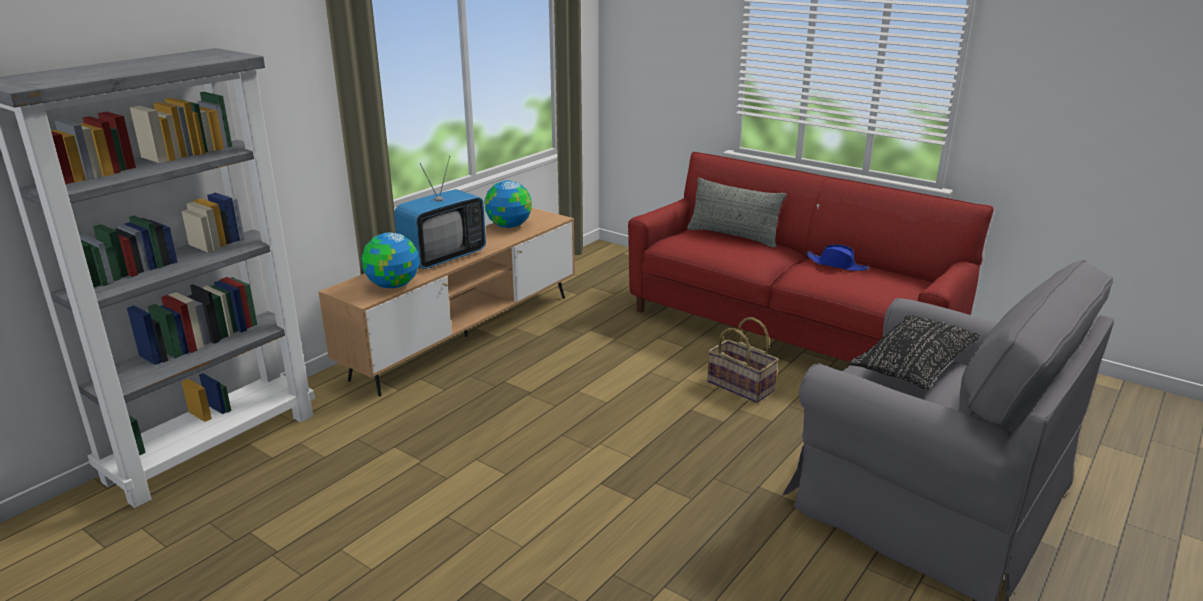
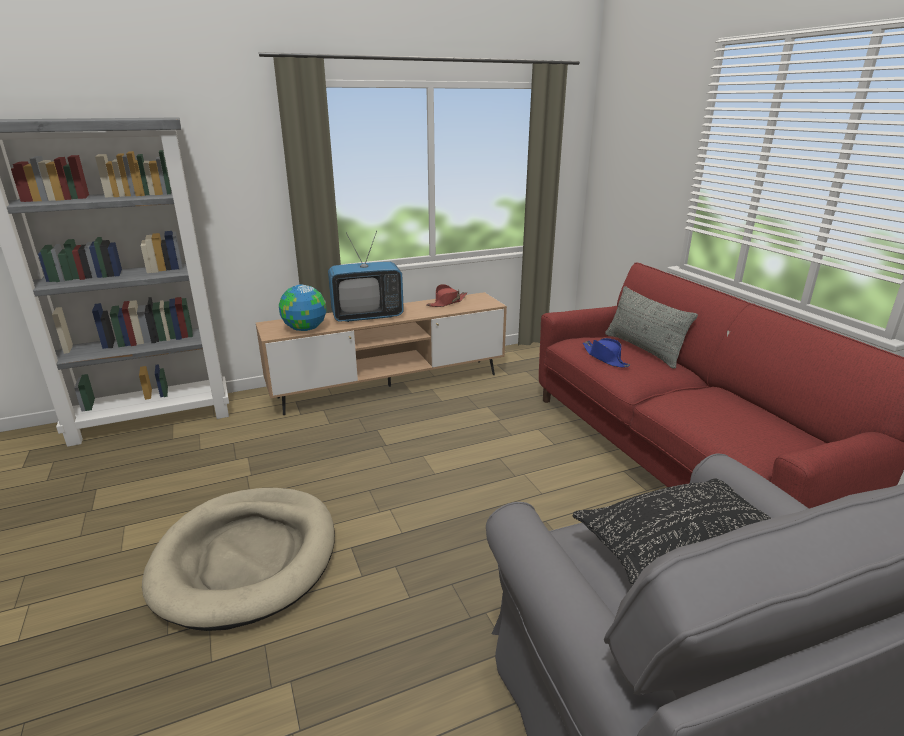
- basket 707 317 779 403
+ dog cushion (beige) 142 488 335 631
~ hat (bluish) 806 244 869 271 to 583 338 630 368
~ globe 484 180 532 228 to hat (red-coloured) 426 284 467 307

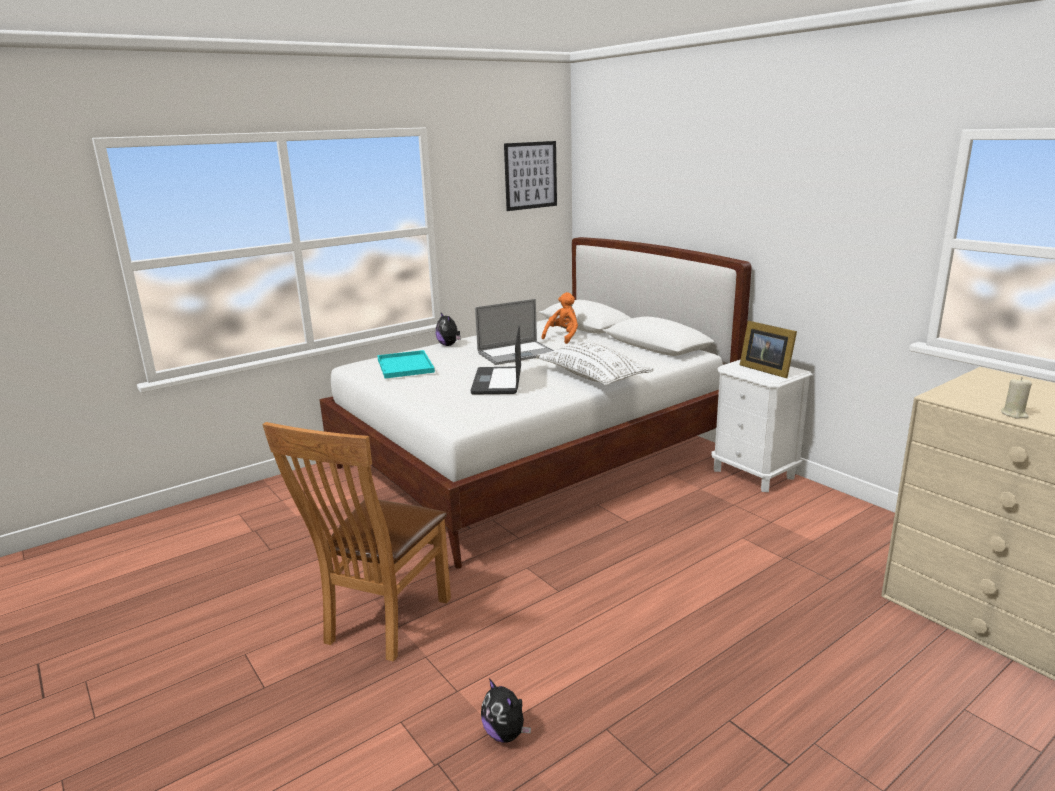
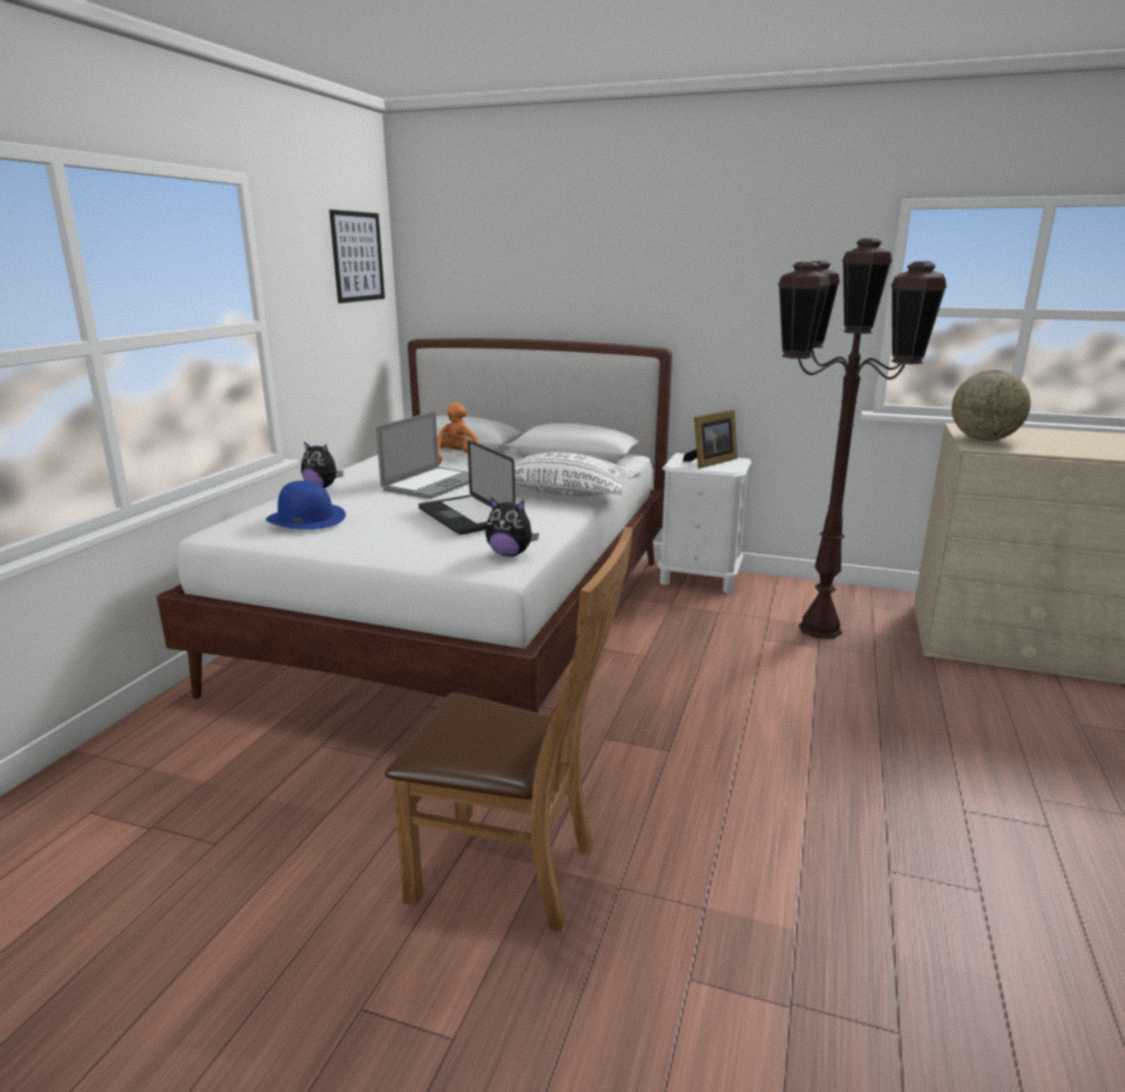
- wax light (beige) 1001 377 1032 418
+ floor lamp (brownish) 778 238 947 639
+ globe 952 370 1031 441
~ cuddly toy 481 678 531 743 to 485 498 539 556
~ serving tray (blue-green) 377 350 435 379 to hat (bluish) 266 481 346 530
~ upright chair (brownish) 262 422 451 662 = 385 527 633 932 60 degrees counterclockwise
~ standing frame 740 321 797 378 = 683 409 738 469 60 degrees counterclockwise

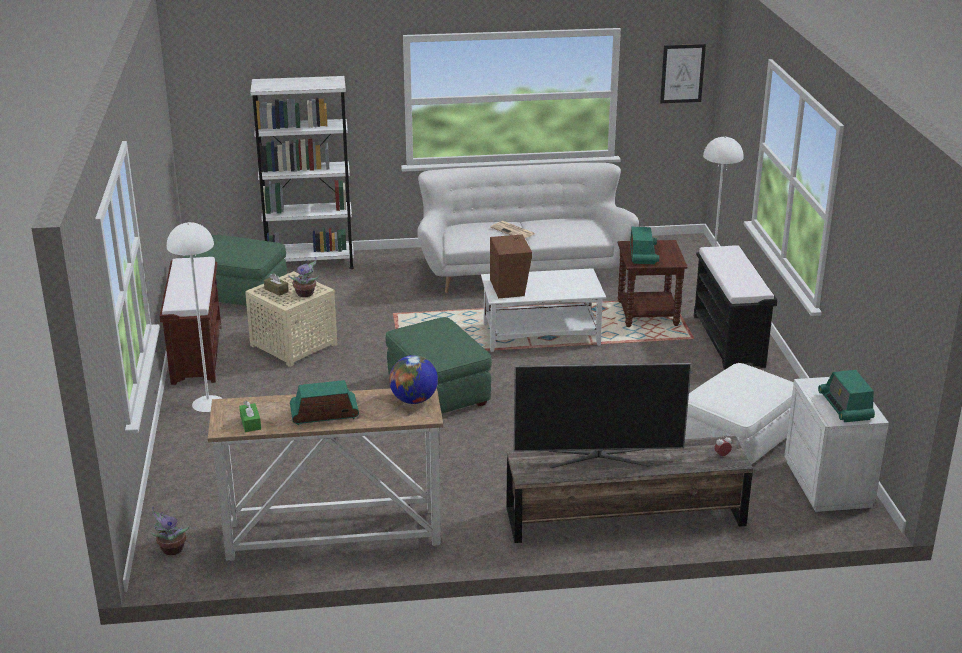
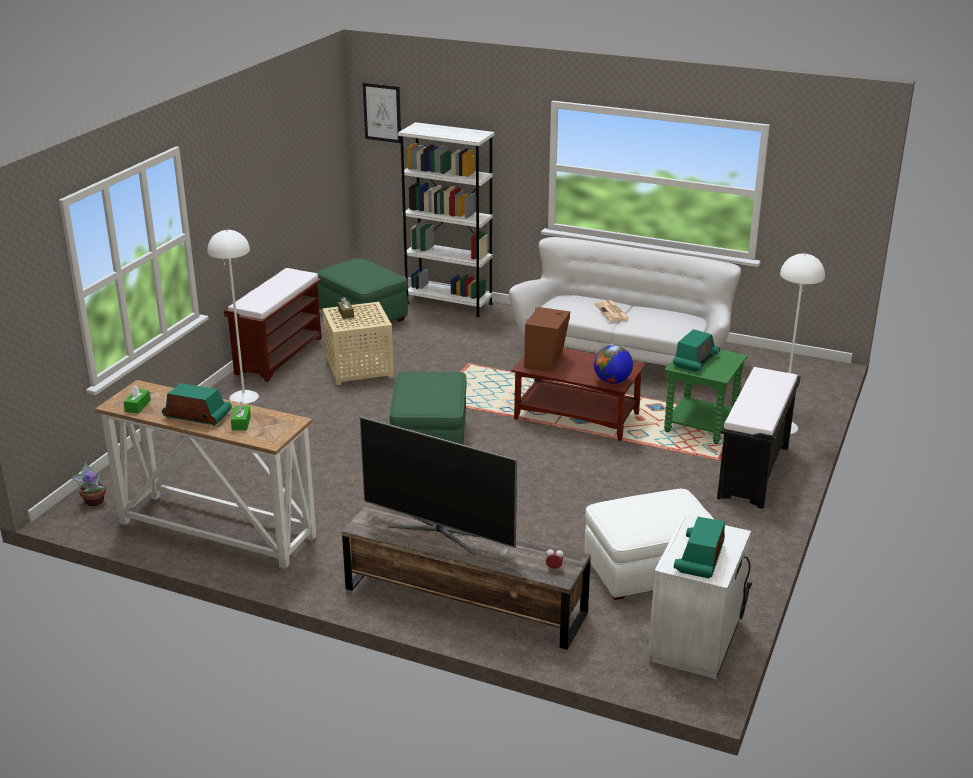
- houseplant 288 257 319 297
+ tissue holder (green-coloured) 231 401 251 430
~ globe 389 355 438 404 to 594 345 633 384
~ wall picture 660 44 706 103 to 363 83 401 143
~ coffee table (white-coloured) 481 268 606 352 to coffee table (brownish) 511 348 646 441
~ end table (brownish) 618 240 688 327 to end table (green-coloured) 664 349 747 444

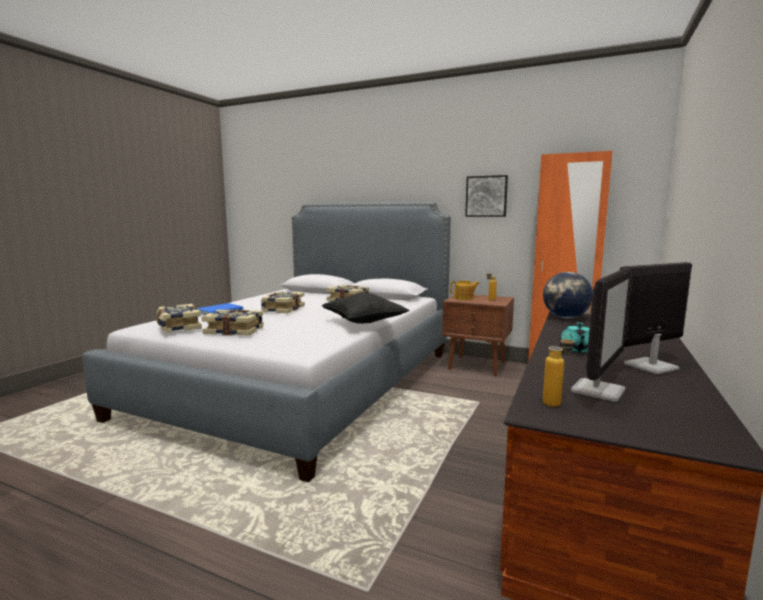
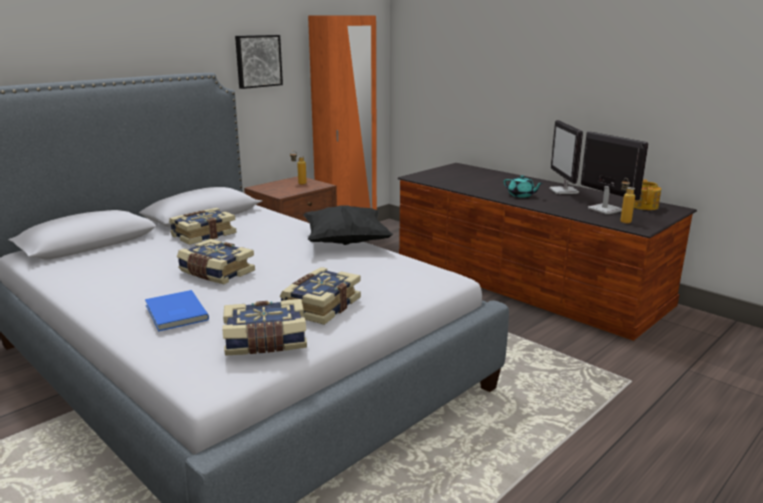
- globe 543 272 593 318
~ tea pot 450 281 480 300 to 634 179 661 210

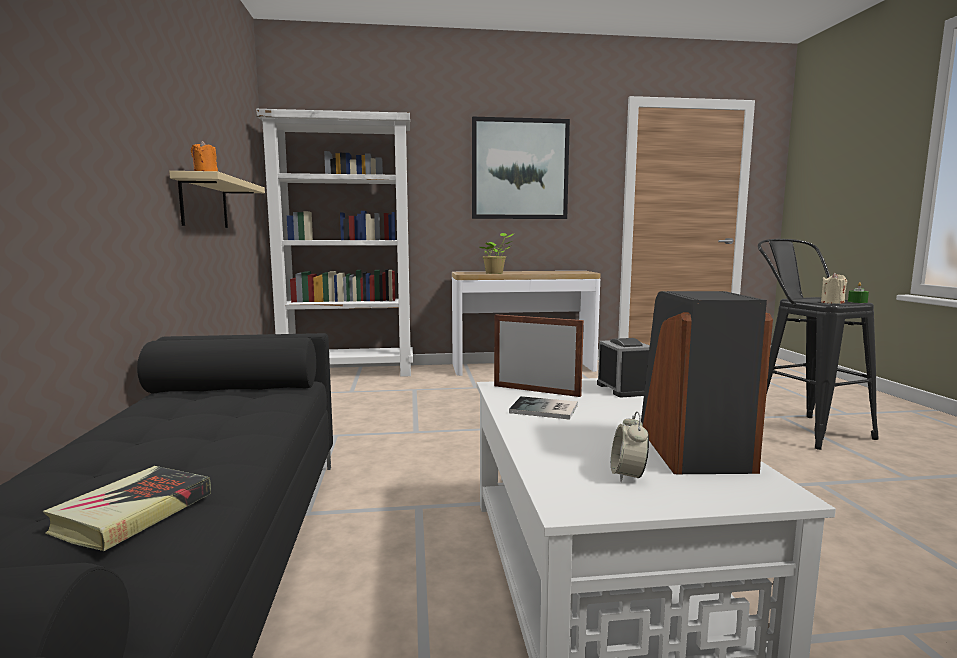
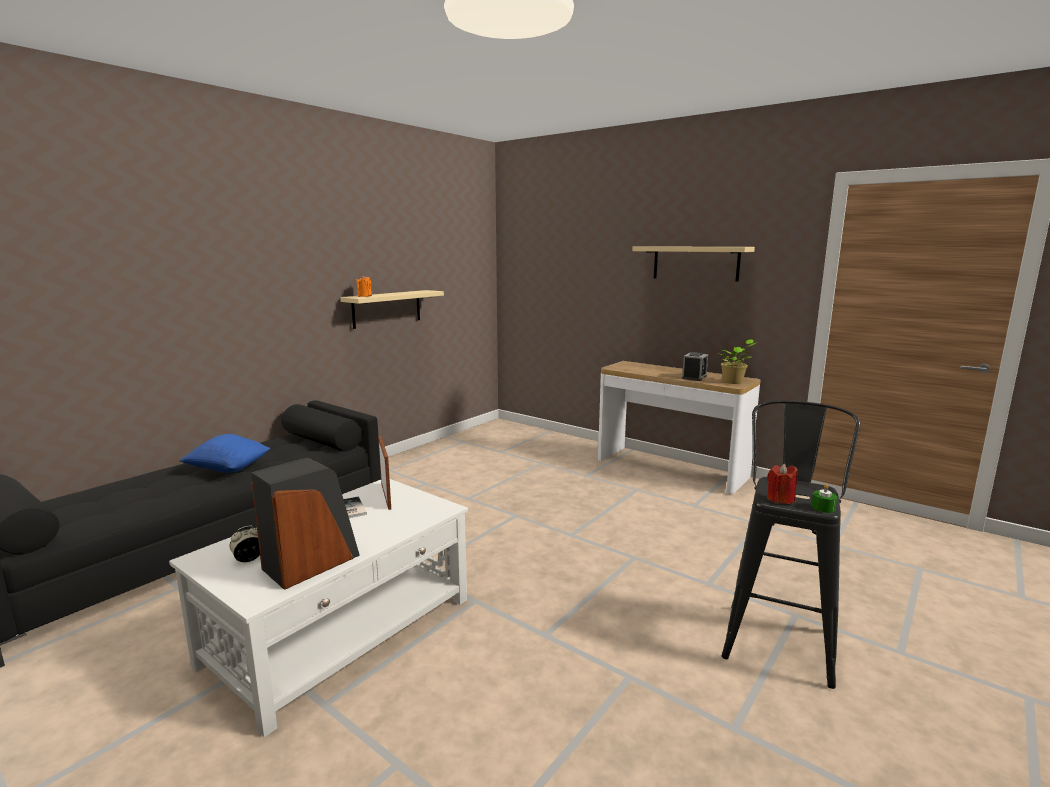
- book 43 466 211 551
- shelving unit (white-coloured) 256 109 413 377
+ pillow (bluish) 179 434 270 473
~ houseplant 479 233 515 274 to 717 339 756 384
~ bedside clock 597 338 650 397 to 682 352 708 381
~ wall picture 472 117 570 219 to wall shelf (beige) 632 246 755 282
~ wax light (beige) 821 273 847 304 to wax light (red-coloured) 767 463 798 504

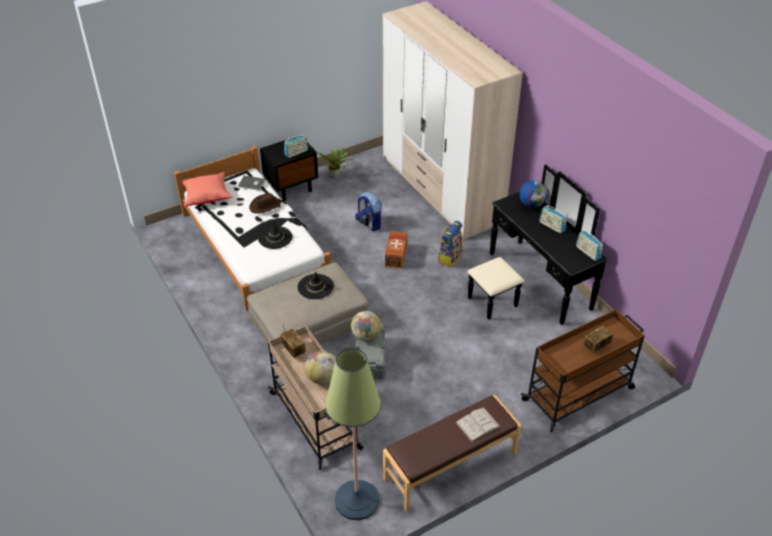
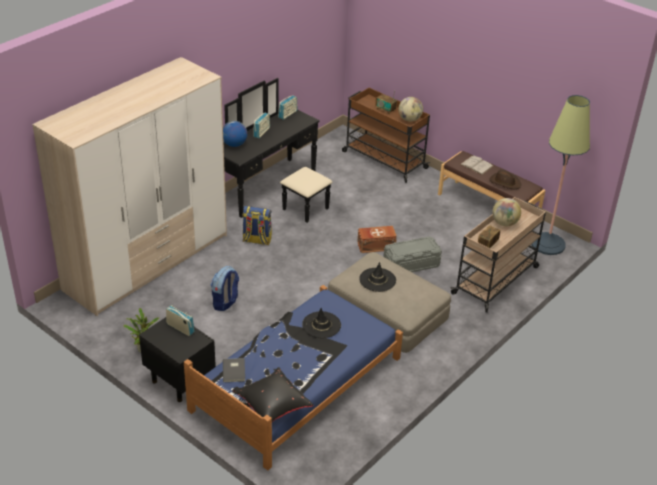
~ hat (brownish) 249 193 281 214 to 490 170 521 189
~ globe 351 311 381 341 to 399 97 423 122
~ storage container (brownish) 385 231 407 269 to 358 226 397 253
~ bedroom bed (white-coloured) 174 146 331 311 to bedroom bed (bluish) 184 285 403 470
~ pillow (red-coloured) 181 172 233 206 to pillow (blackish) 233 367 313 422

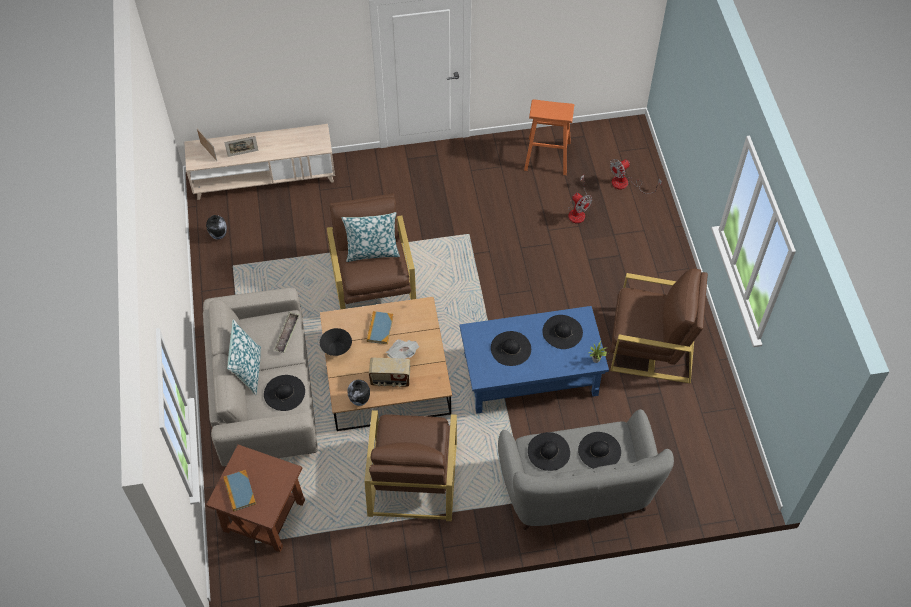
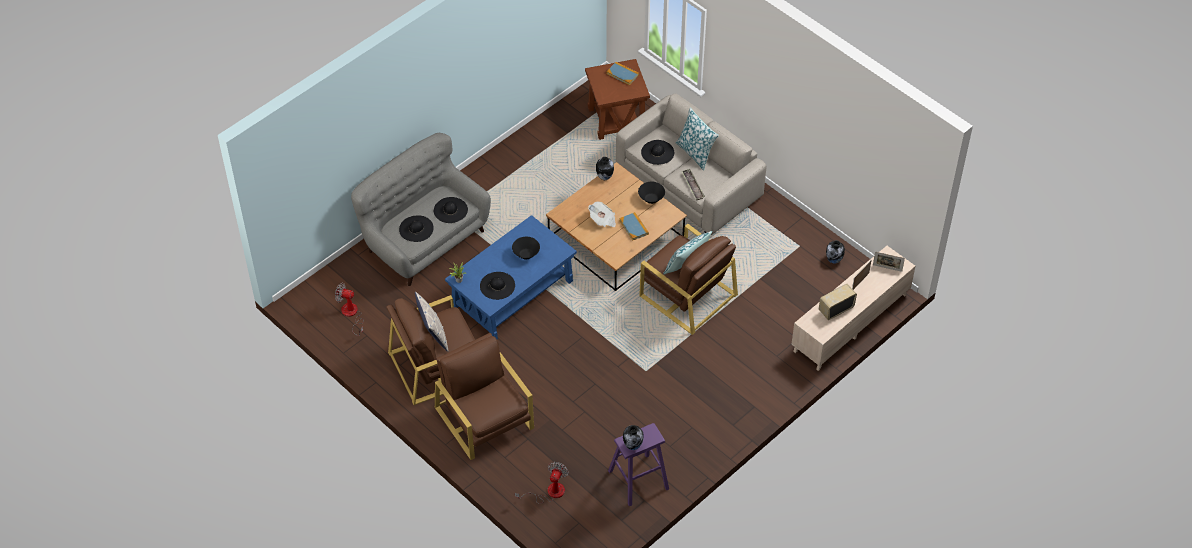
+ pillow 415 292 449 352
+ flower vase 623 425 644 450
~ easy chair (brownish) 365 410 457 521 to 435 333 534 460
~ radio 369 358 410 387 to 819 284 857 320
~ fan 568 175 592 224 to 335 283 364 336
~ hat (blackish) 491 331 531 366 to bowl (blackish) 512 237 540 260
~ stool (orange) 524 100 574 175 to stool (purplish) 608 423 669 506

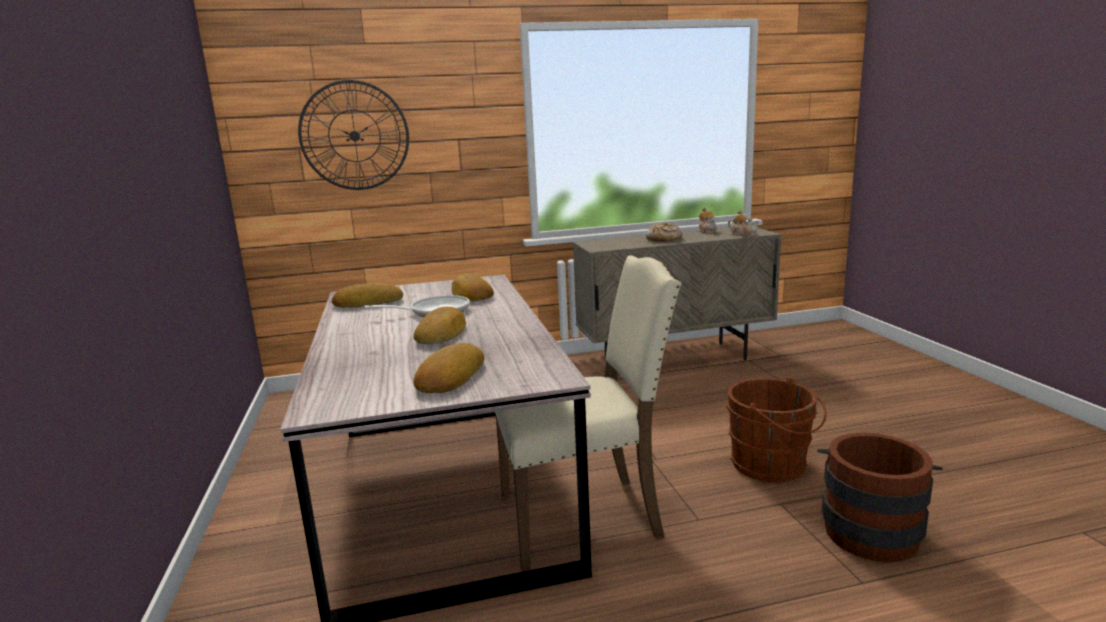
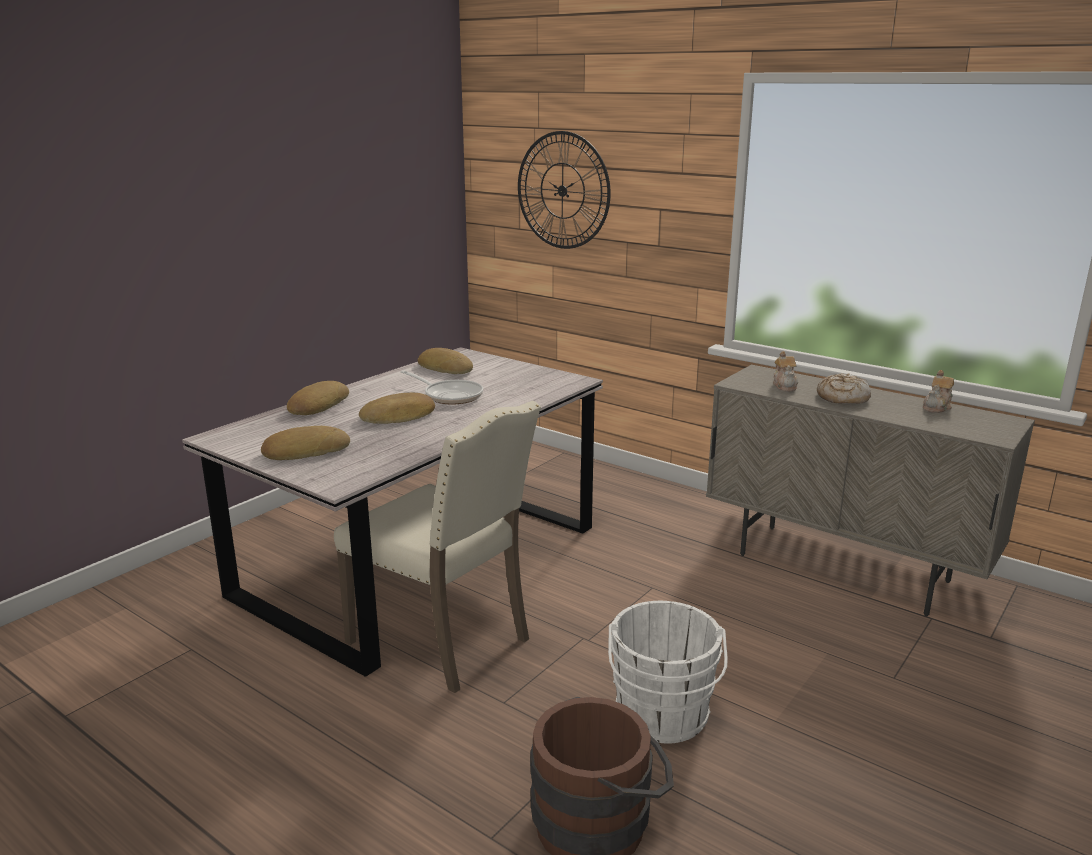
~ bread 452 274 494 301 to 287 381 349 415
~ tea pot 728 210 759 236 to 773 351 798 391
~ water bucket (brownish) 727 377 827 482 to water bucket (white-coloured) 608 601 728 744

